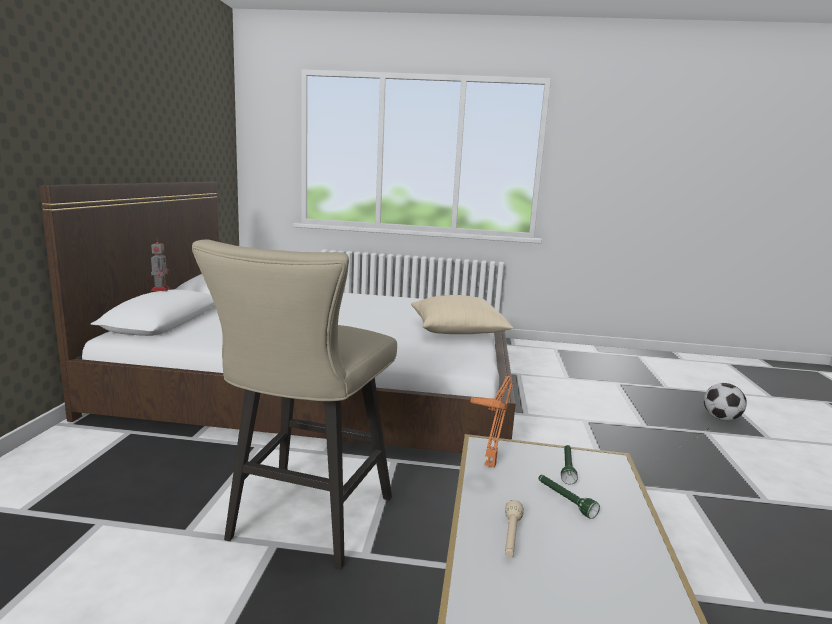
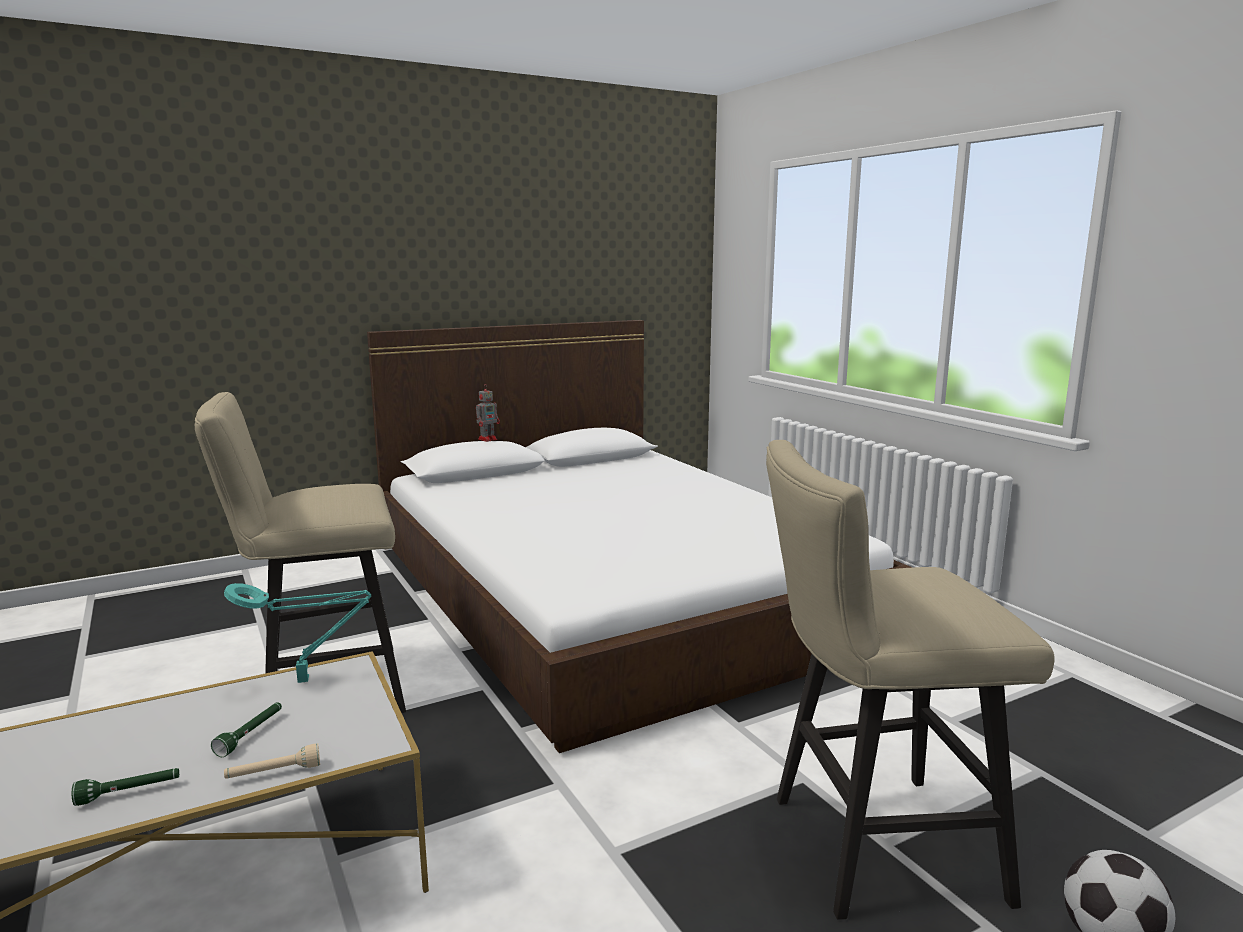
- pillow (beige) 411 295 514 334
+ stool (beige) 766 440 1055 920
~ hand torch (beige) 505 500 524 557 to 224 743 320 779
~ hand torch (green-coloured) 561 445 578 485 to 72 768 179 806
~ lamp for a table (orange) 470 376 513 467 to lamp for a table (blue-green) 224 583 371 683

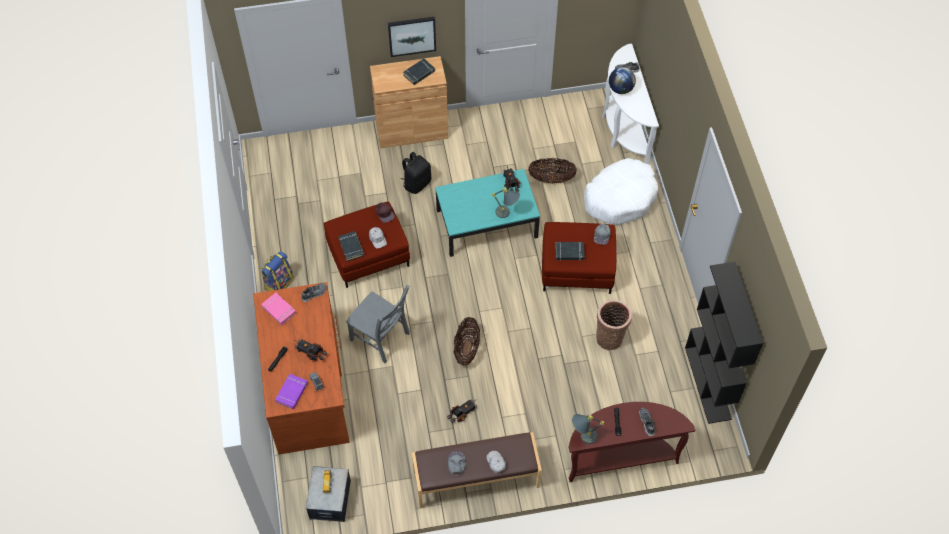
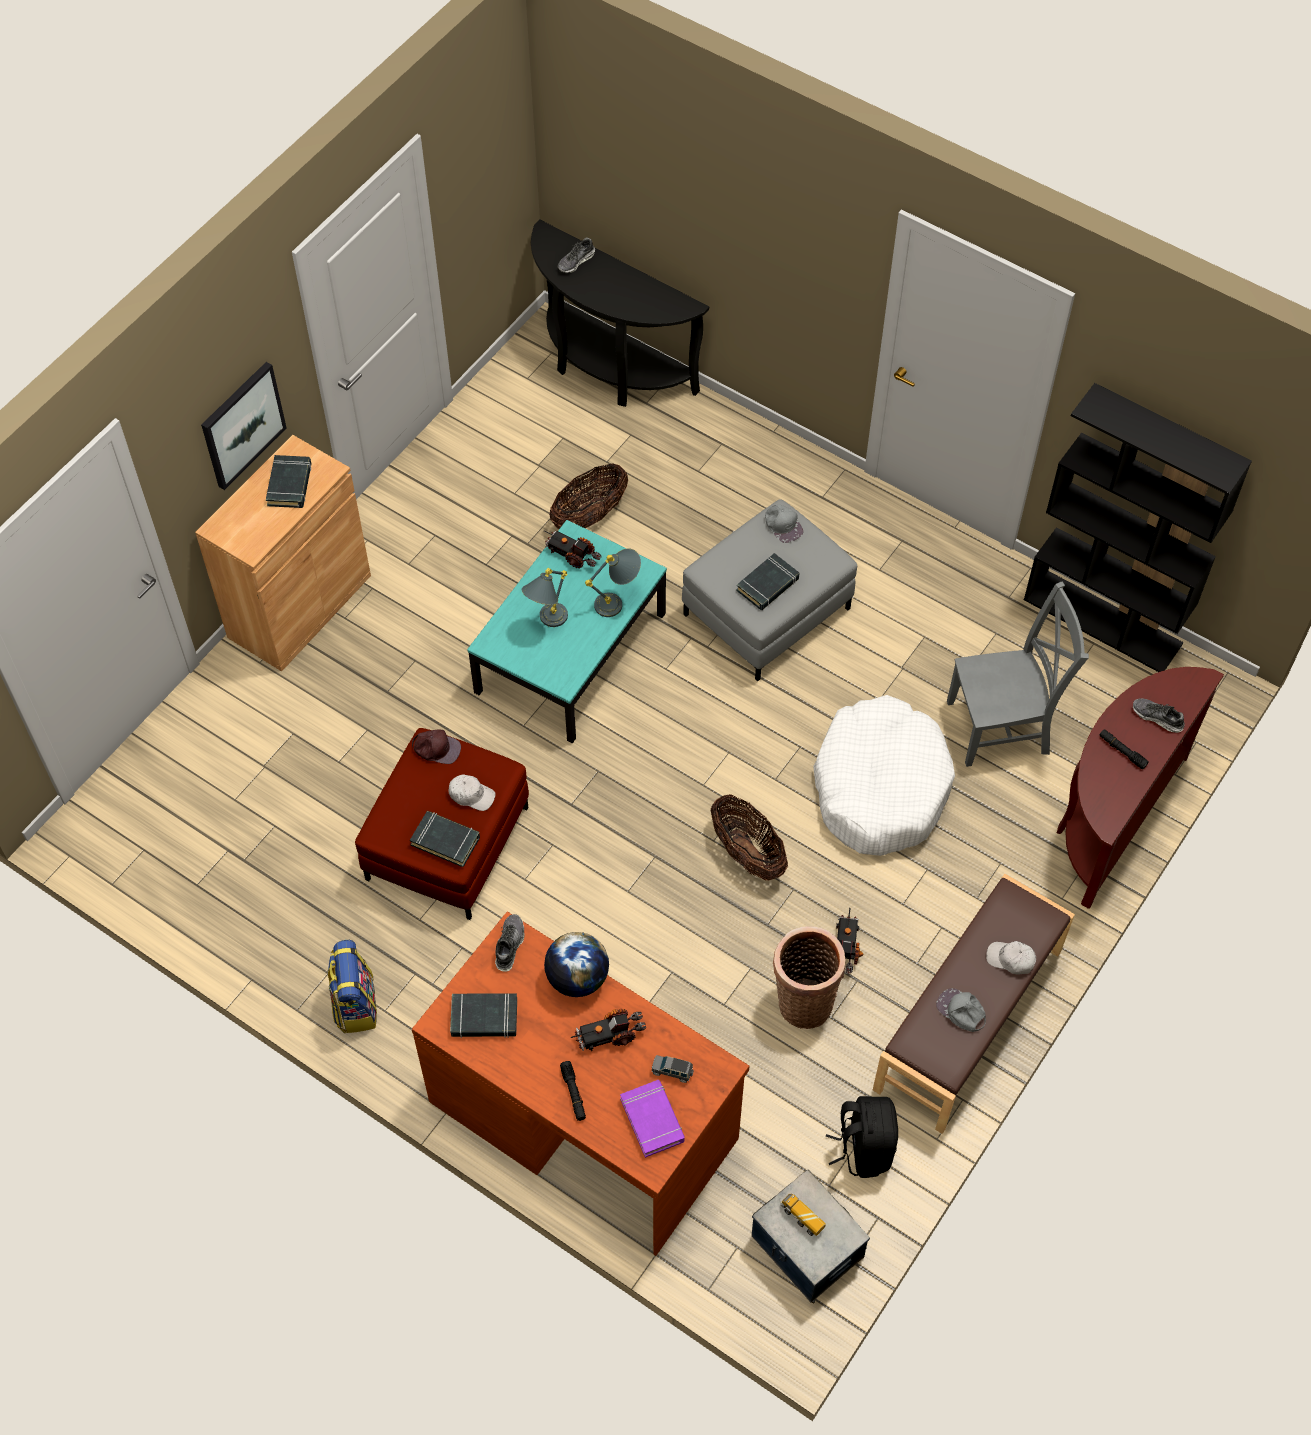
~ upright chair (grey) 346 285 410 363 to 947 582 1089 767
~ knapsack (blackish) 401 152 431 194 to 826 1096 898 1178
~ lamp for a table (grey) 572 414 604 444 to 522 568 568 627
~ dog cushion (white-coloured) 584 158 658 225 to 813 695 955 856
~ basket 596 300 632 350 to 773 926 845 1029
~ globe 609 67 636 94 to 544 932 609 997
~ book (pink-coloured) 262 293 297 325 to book (blackish) 450 993 517 1038
~ ottoman (red-coloured) 542 222 616 294 to ottoman (grey) 682 499 857 681
~ hall table (white-coloured) 602 44 659 164 to hall table (blackish) 531 219 709 407

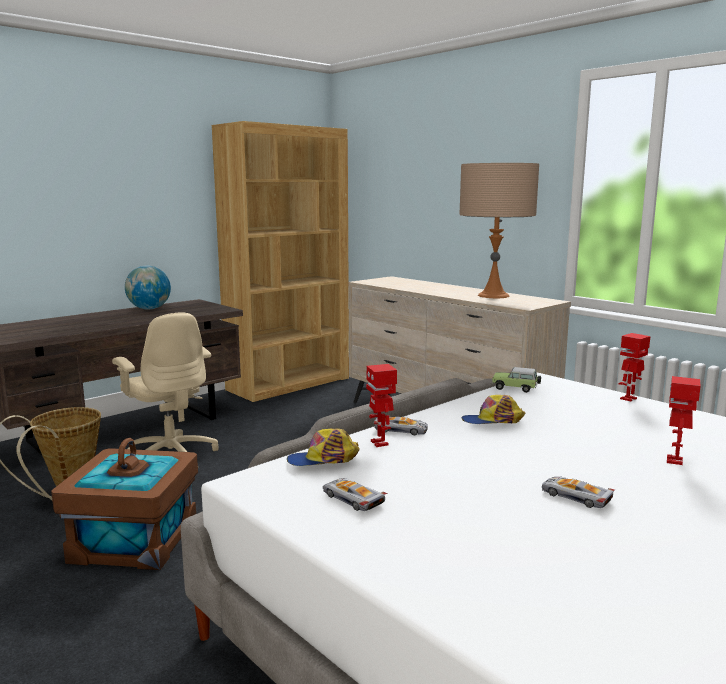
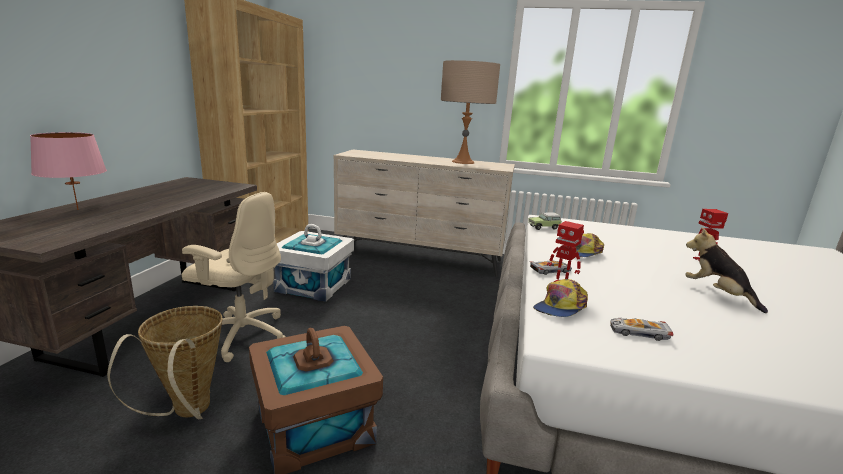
- globe 125 266 171 310
- robot figure 618 333 650 401
+ lamp for a table (pink-coloured) 30 132 107 210
+ storage container (white-coloured) 273 224 354 302
~ toy car 542 477 615 508 to cuddly toy 685 227 768 313

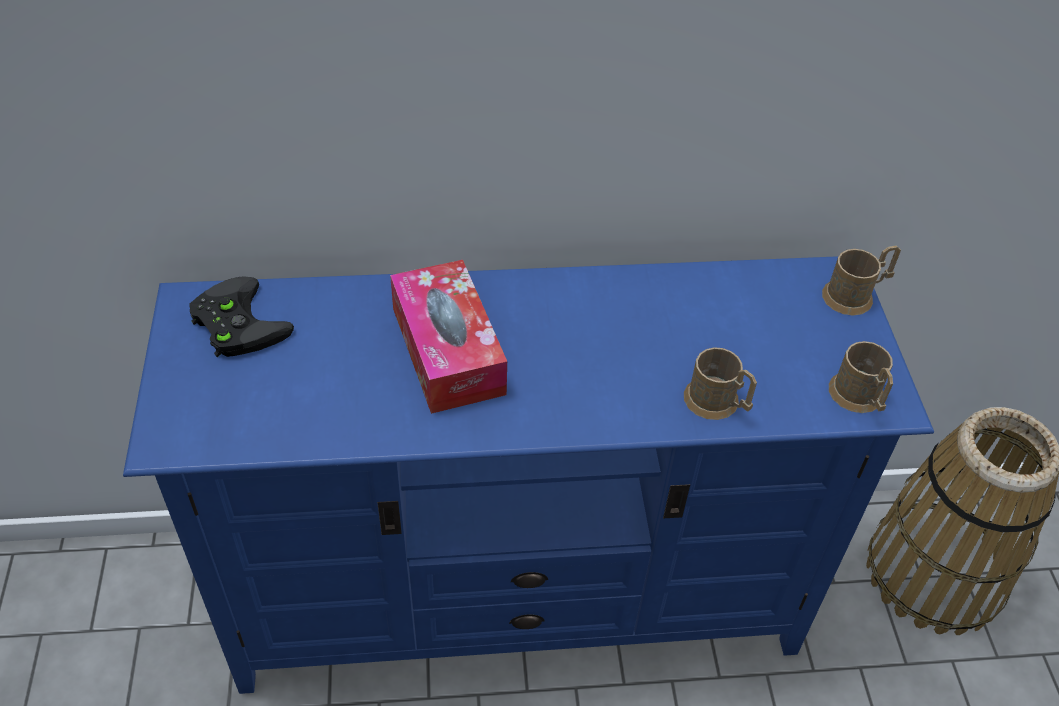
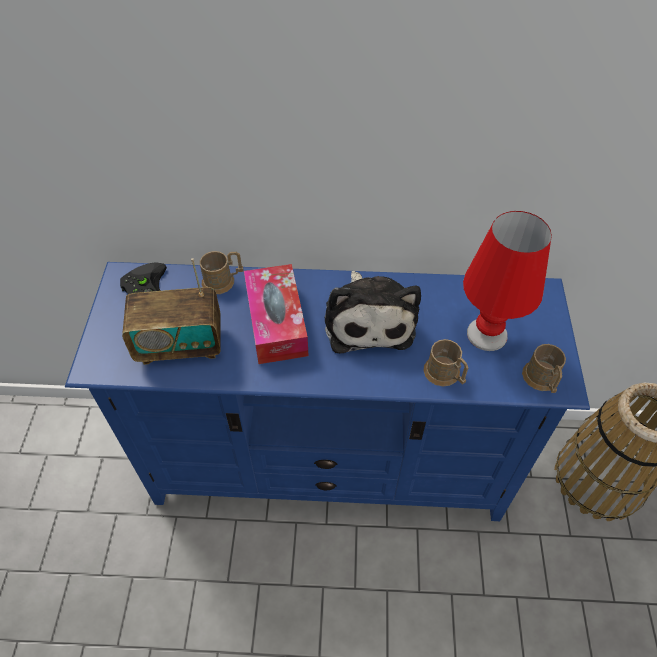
+ radio 122 258 221 365
+ cuddly toy 325 271 421 353
+ lamp for a table (red-coloured) 463 211 552 351
~ tea mug (brownish) 822 245 901 316 to 200 251 243 294

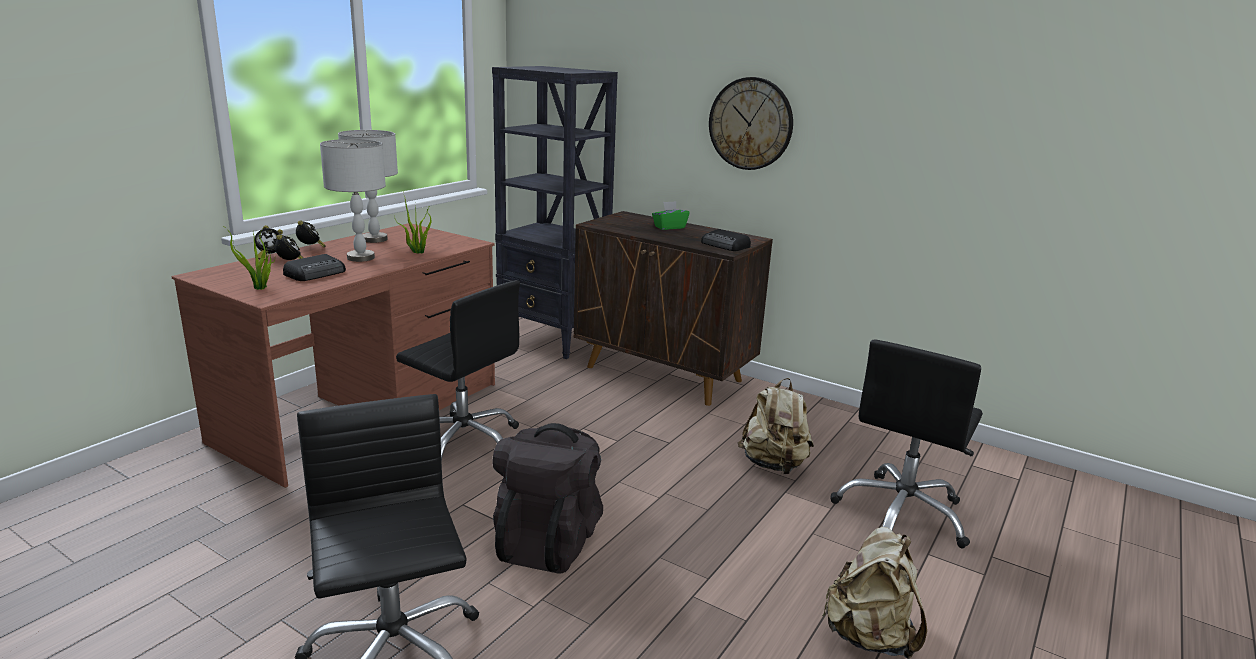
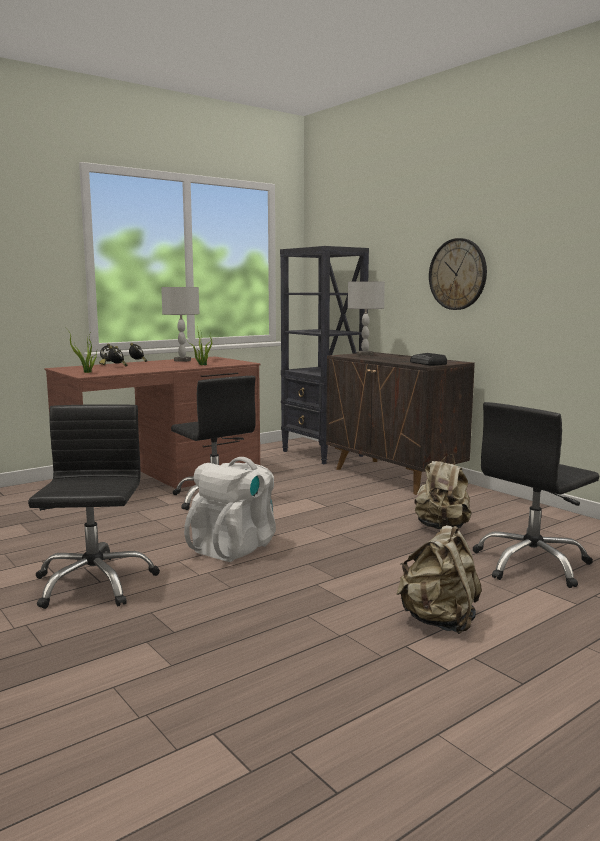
- radio 283 254 346 281
- tissue holder (green-coloured) 652 201 689 230
~ lamp for a table (grey) 320 139 386 262 to 348 281 385 356
~ knapsack (blackish) 492 423 603 573 to knapsack (white-coloured) 184 457 276 562

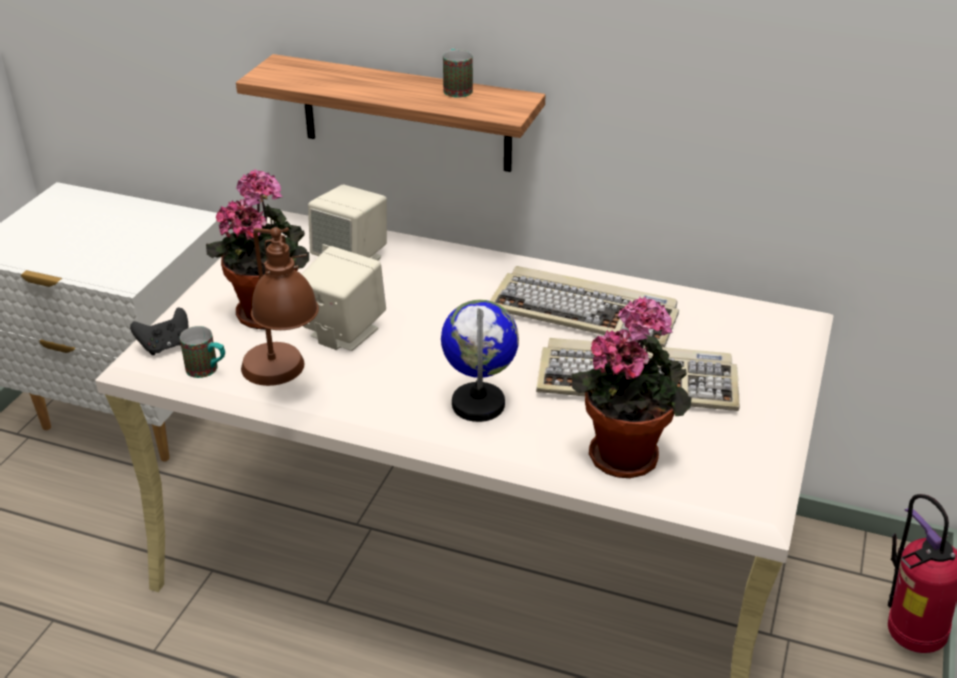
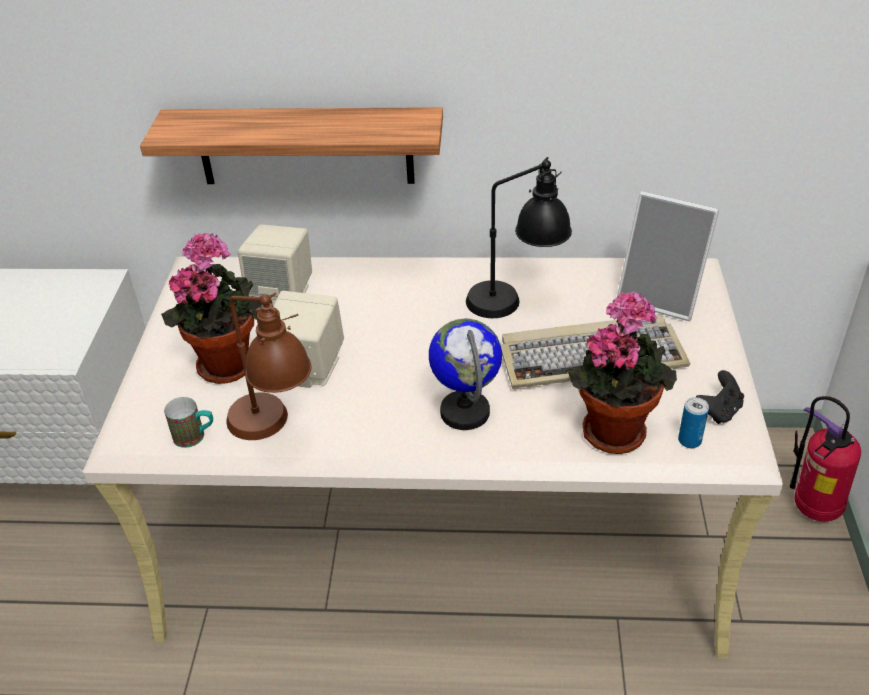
- tea mug 443 49 473 98
+ standing frame 617 191 719 321
+ sealed can 678 397 709 448
~ game controller (blackish) 130 308 189 355 to 696 370 744 424
~ computer keyboard 490 266 679 347 to lamp for a table (blackish) 466 157 572 318

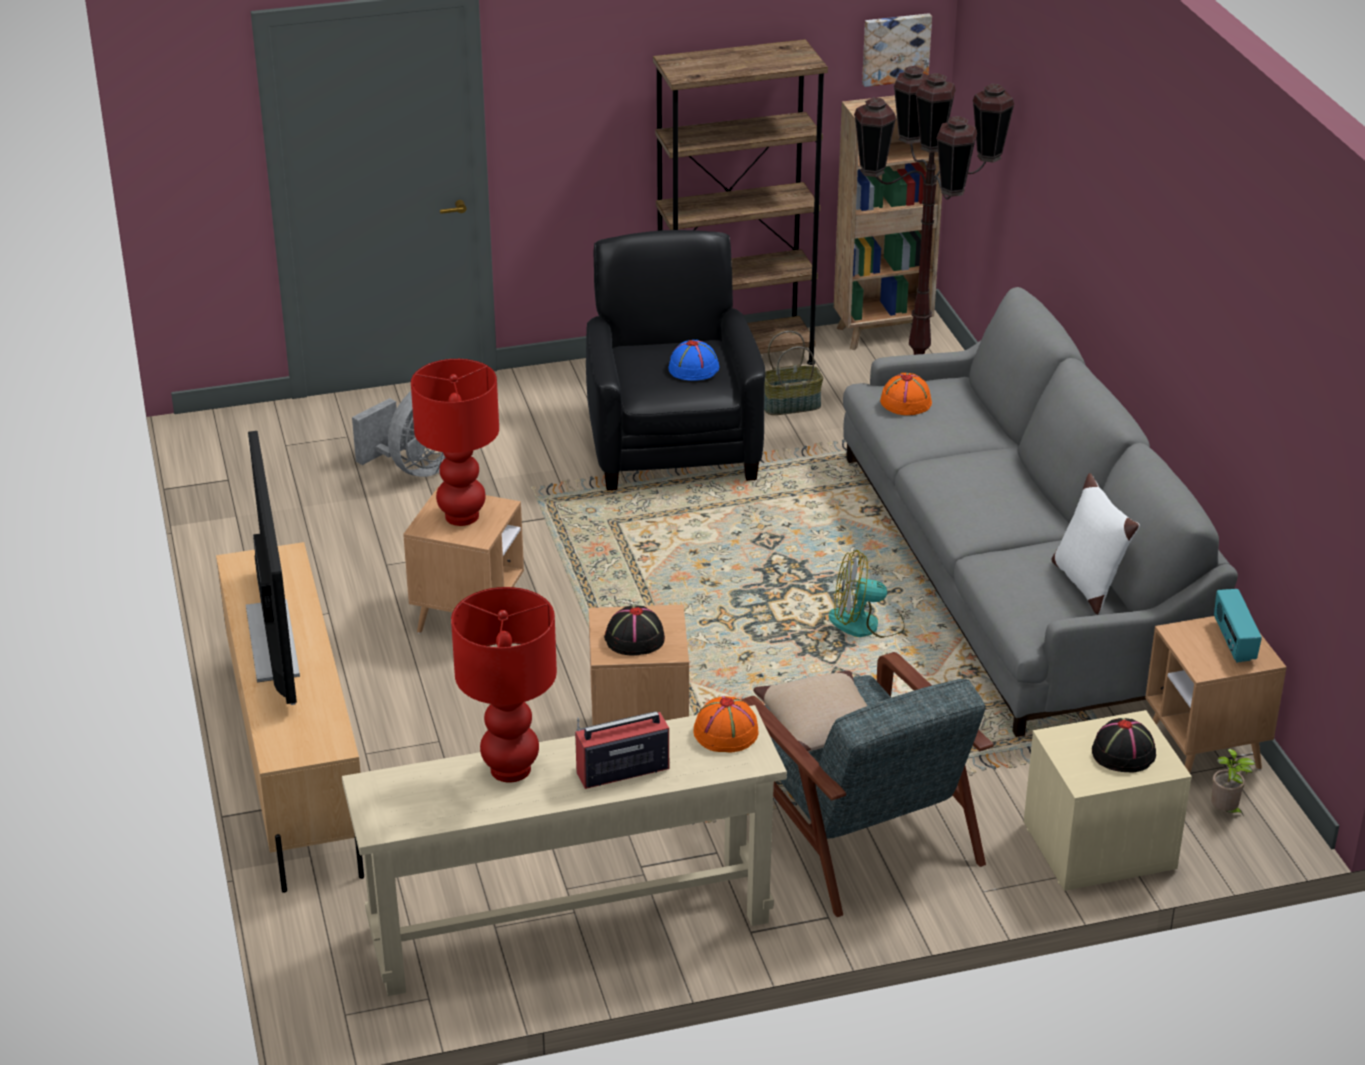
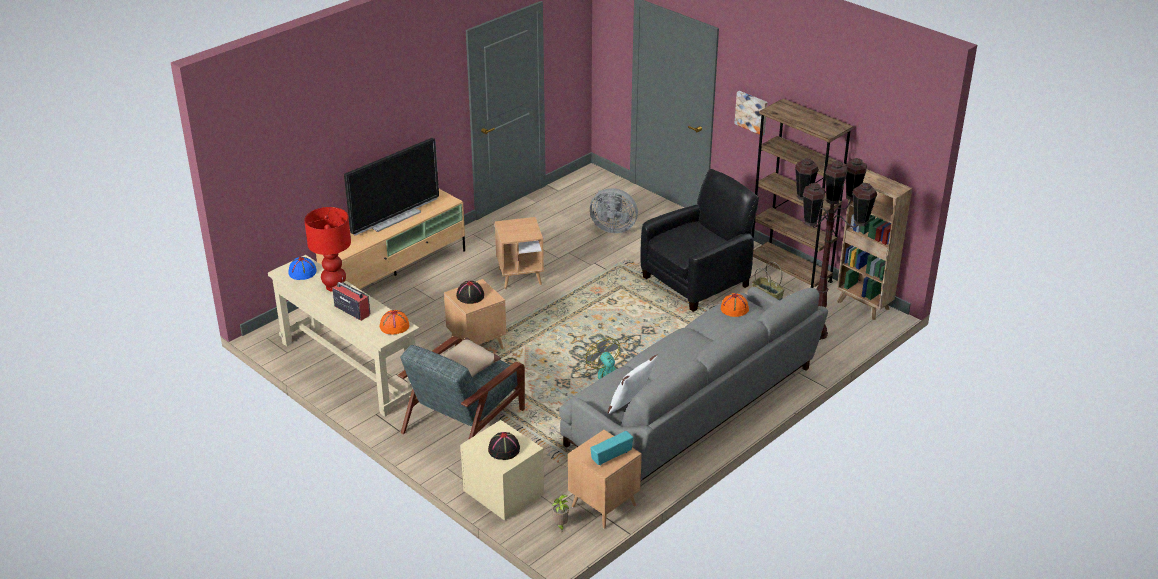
- lamp for a table (red-coloured) 411 359 499 526
~ hat (bluish) 668 340 719 381 to 288 257 316 280
~ wall picture 862 13 932 87 to 734 91 768 136

